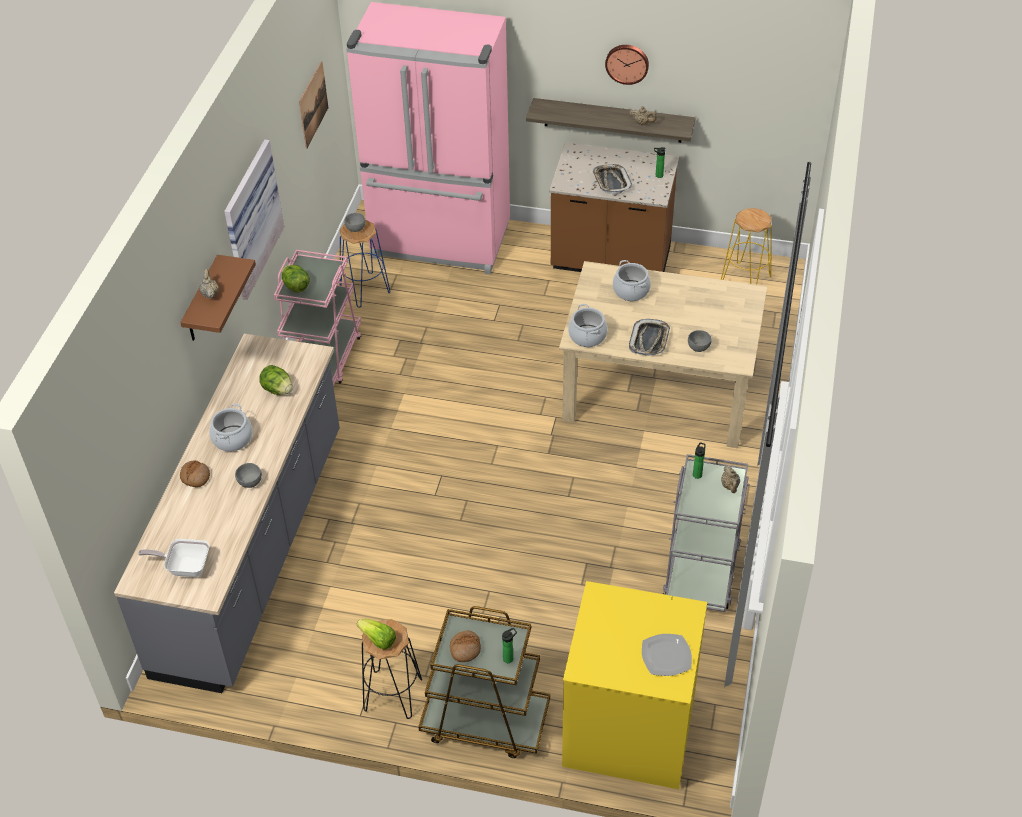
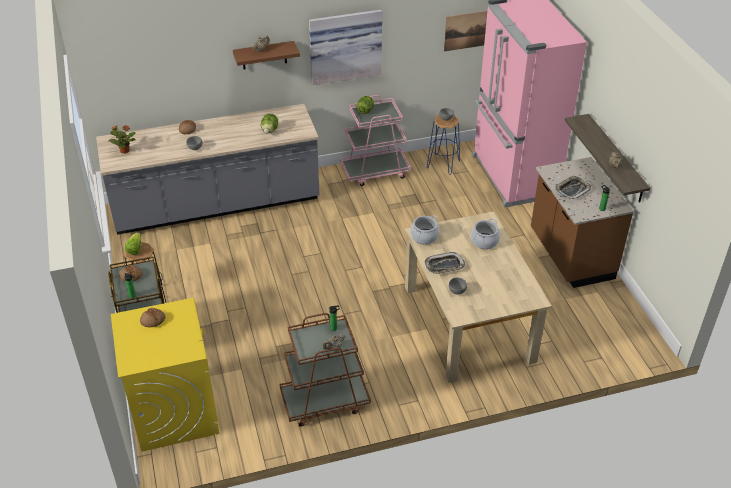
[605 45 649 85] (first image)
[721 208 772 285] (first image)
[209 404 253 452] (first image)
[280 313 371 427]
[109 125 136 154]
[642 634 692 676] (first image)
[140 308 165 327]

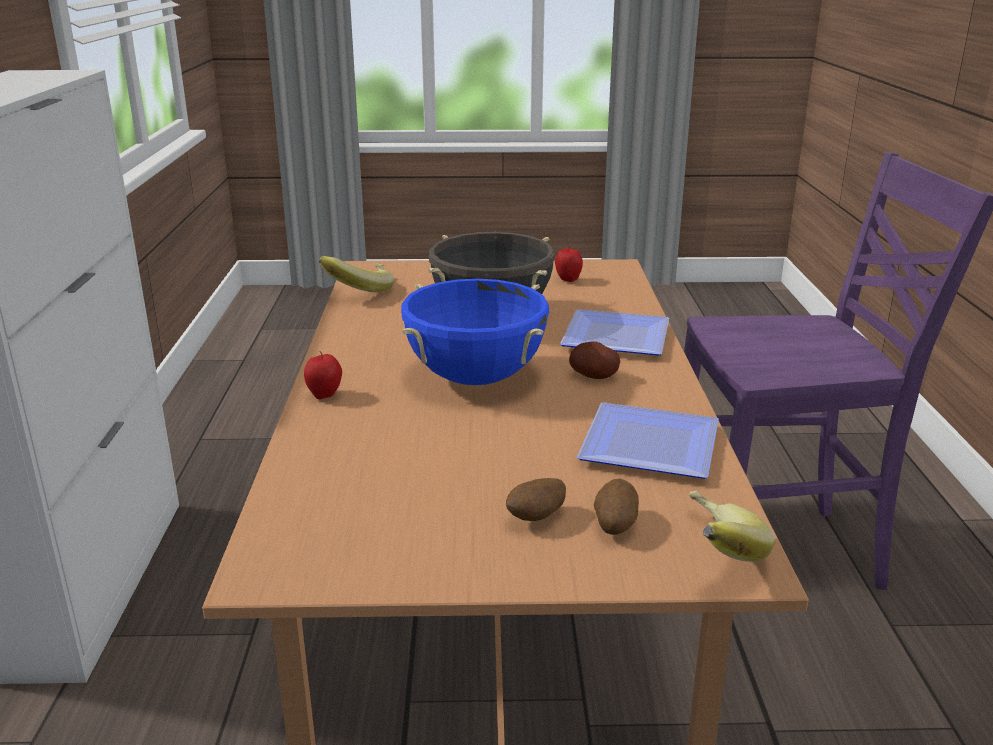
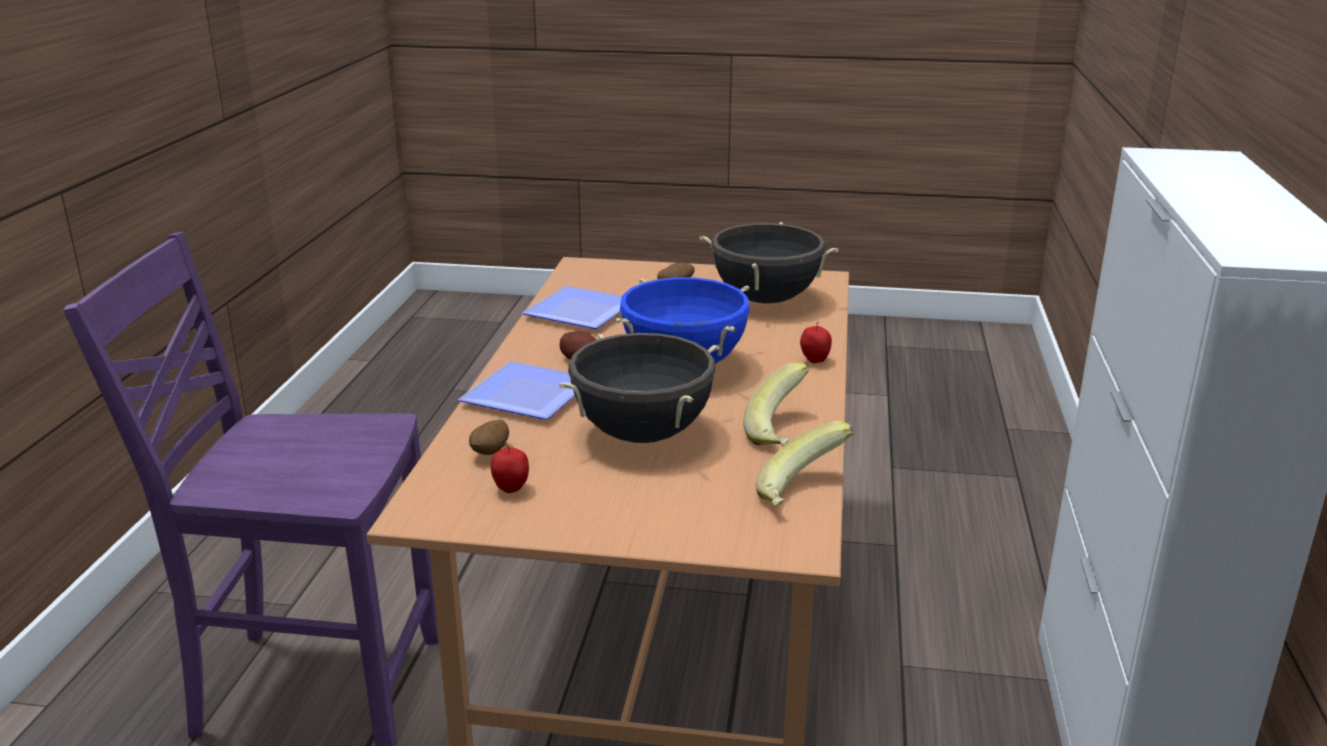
[469 420 509 455]
[743 362 809 446]
[700 222 839 304]

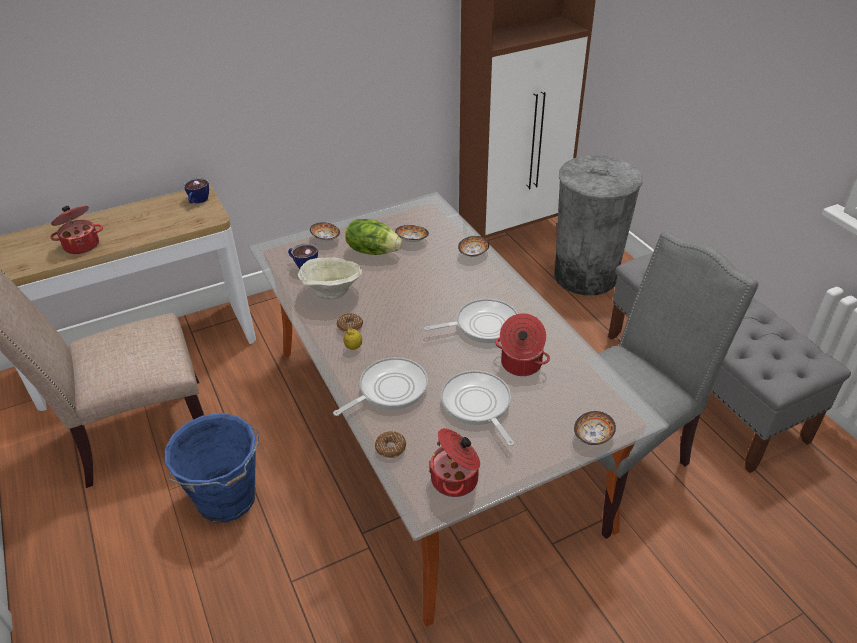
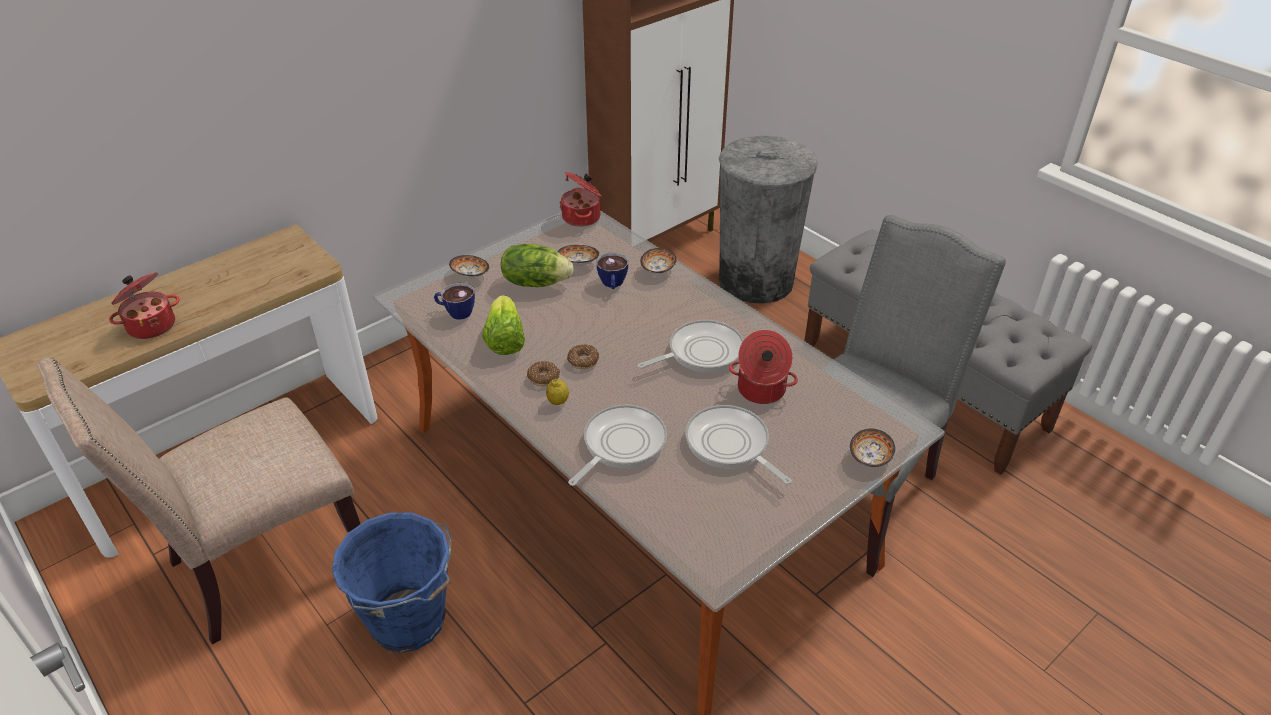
[596 253 628 289]
[482 295 525 355]
[559 172 601 227]
[567 344 599 369]

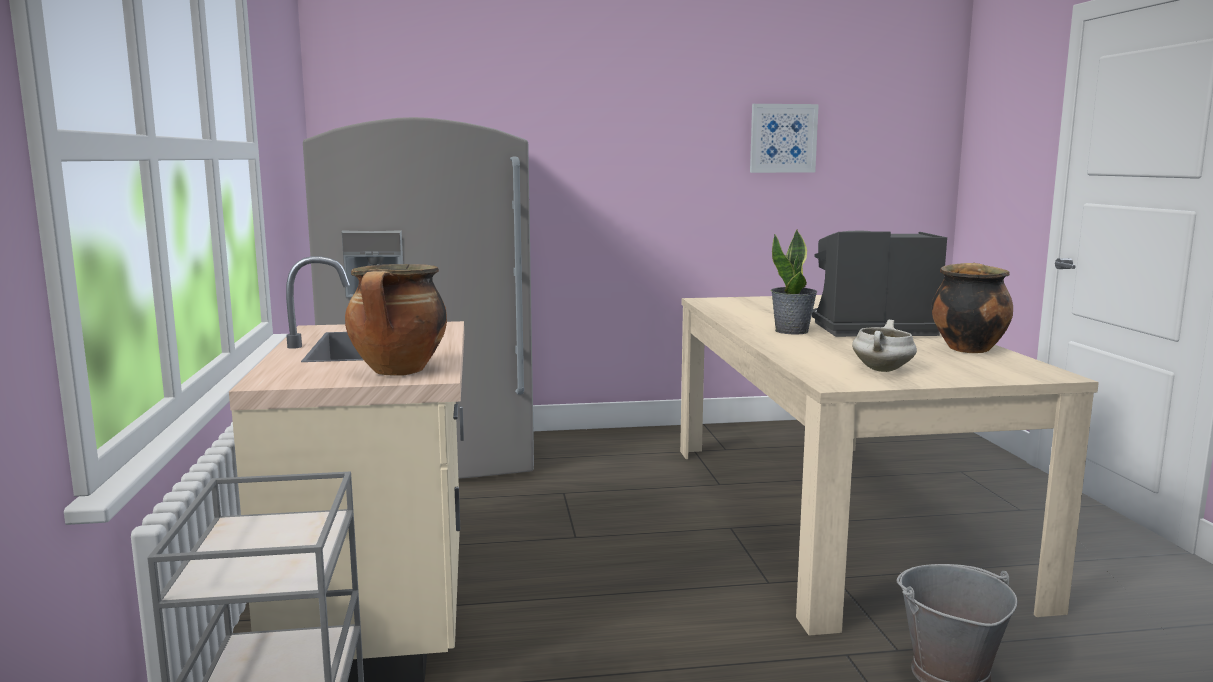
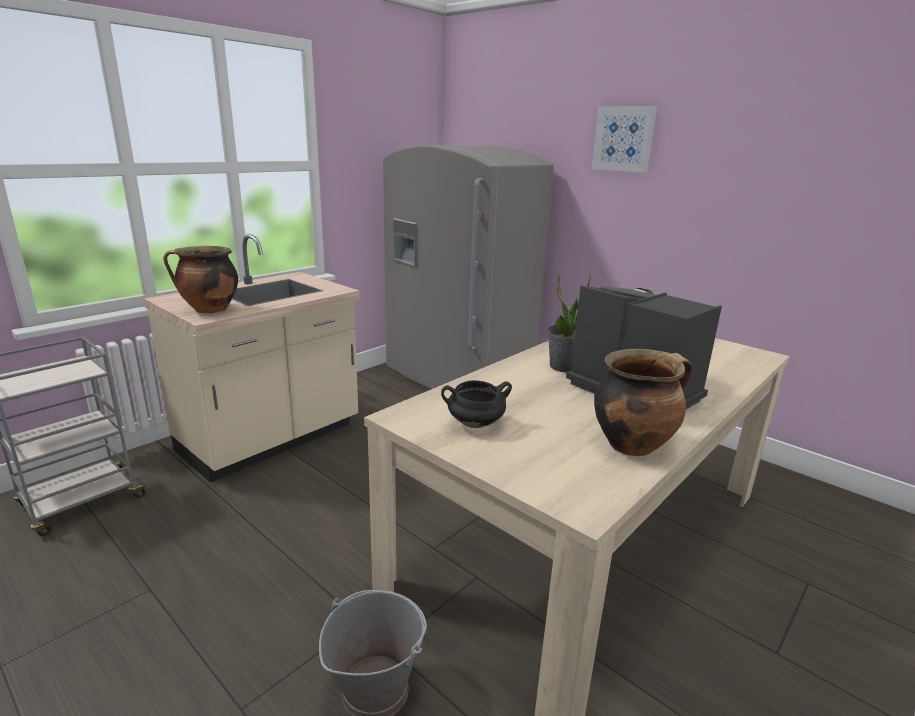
[591 106 657 173]
[441 380 512 428]

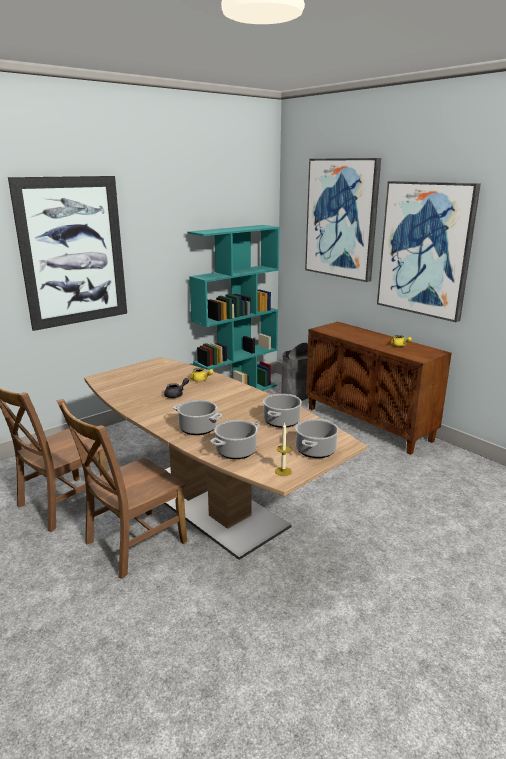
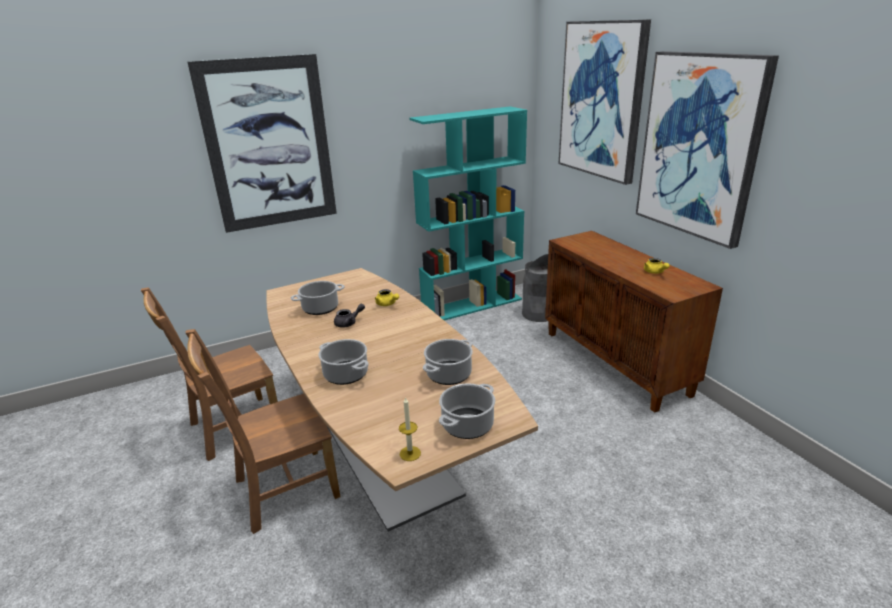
[291 281 345 315]

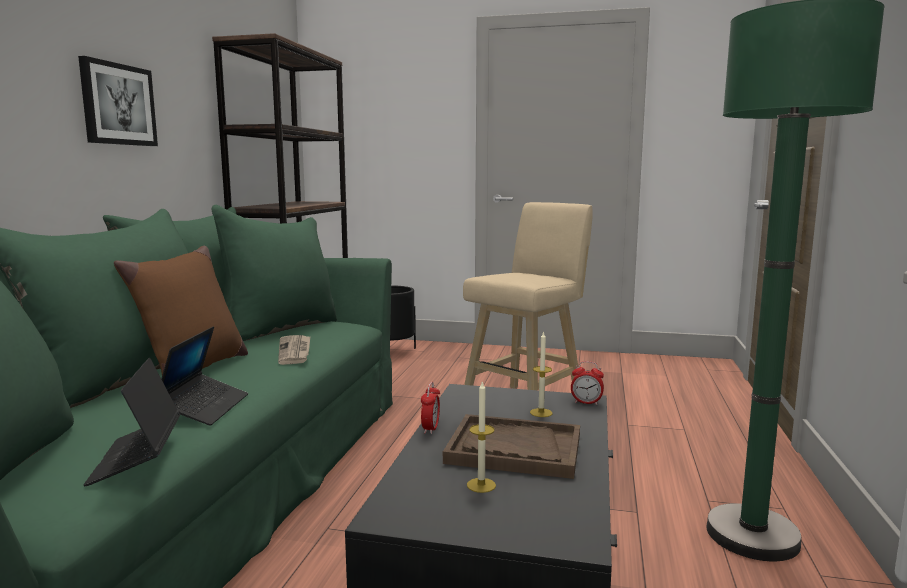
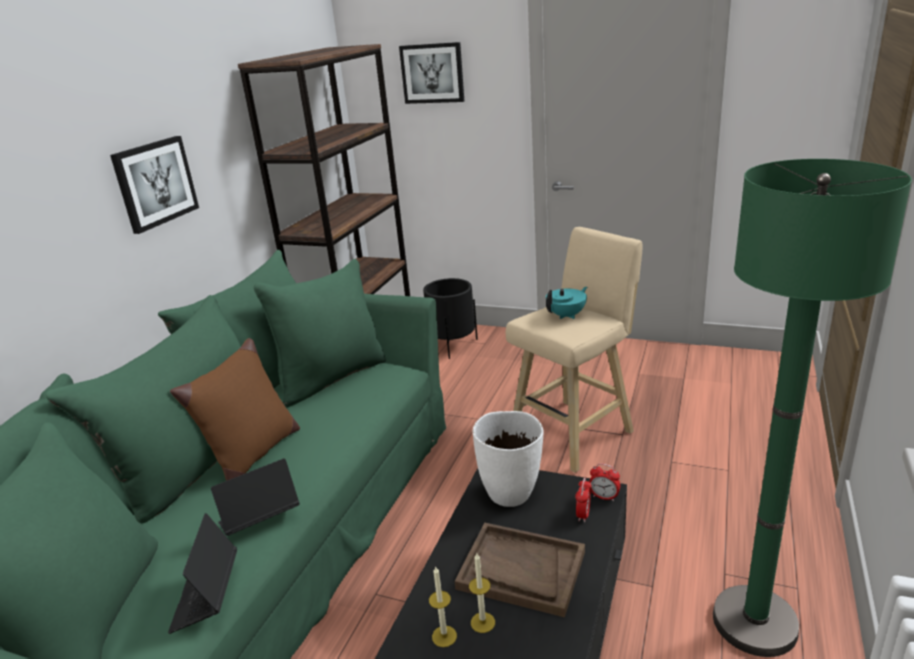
[211 459 300 536]
[429 566 457 647]
[278 335 310 365] (first image)
[575 478 592 522]
[399 42 464 104]
[546 287 587 319]
[473 411 544 507]

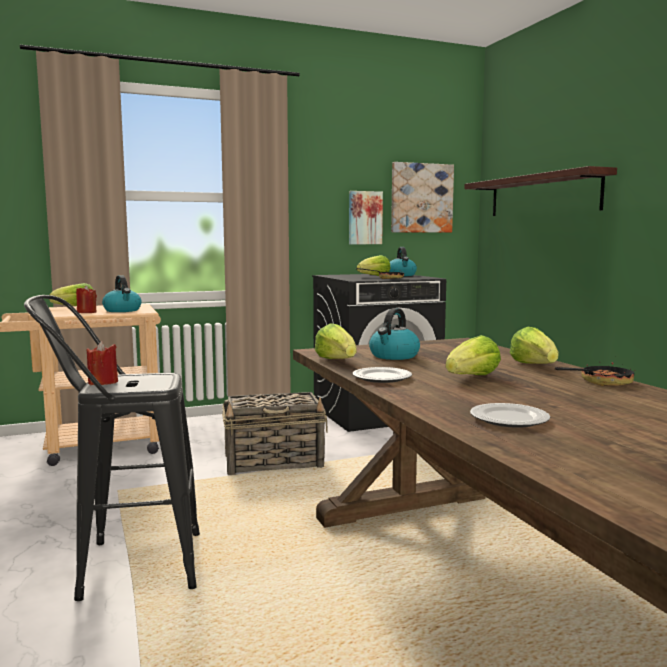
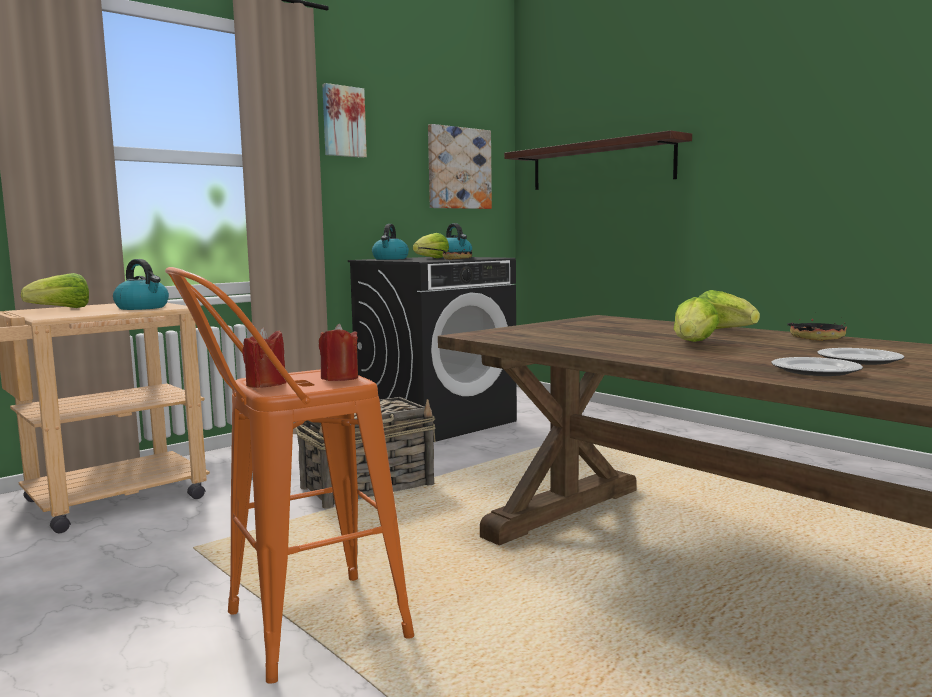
[322 83 367 158]
[319 324 358 381]
[165 267 414 684]
[372 224 409 260]
[314 323 357 359] (first image)
[817 348 904 365]

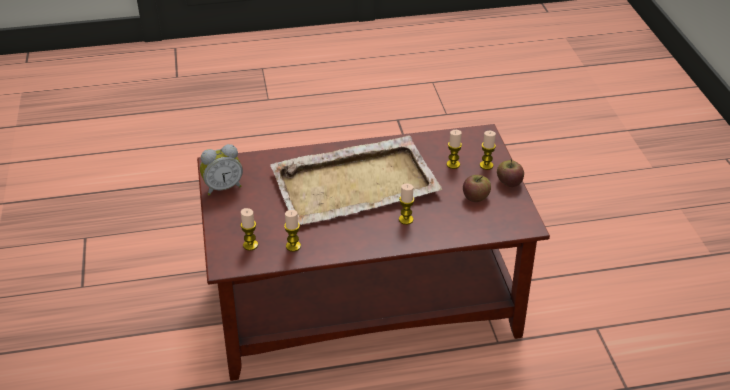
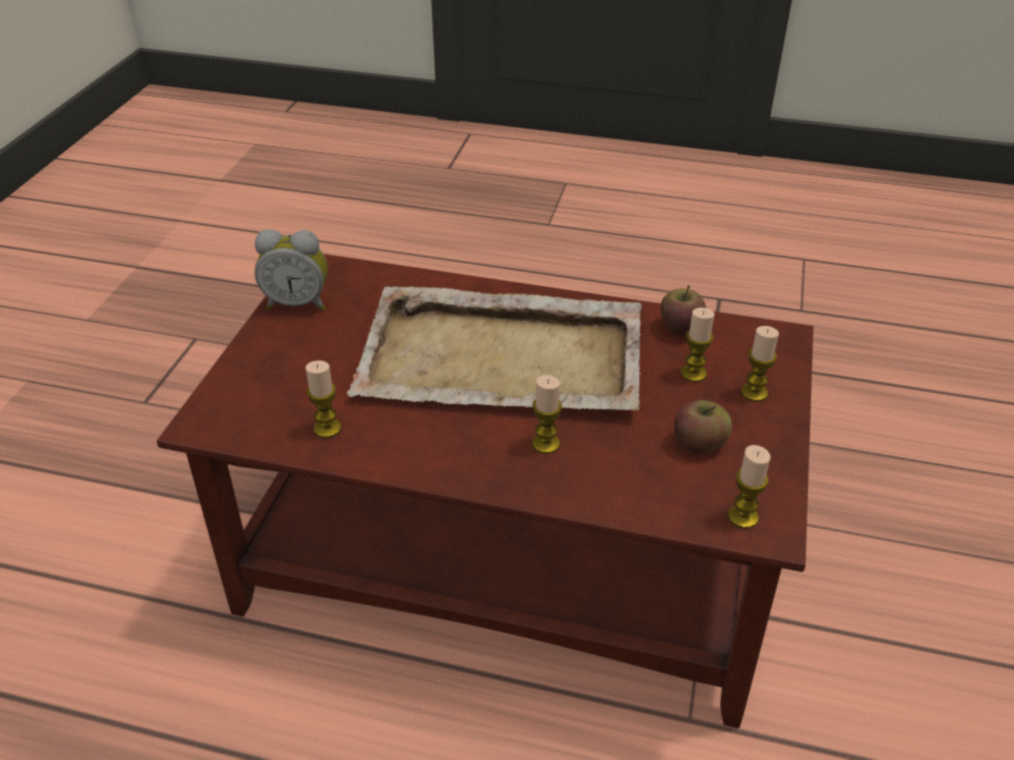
[660 285 706 336]
[728 445 771 529]

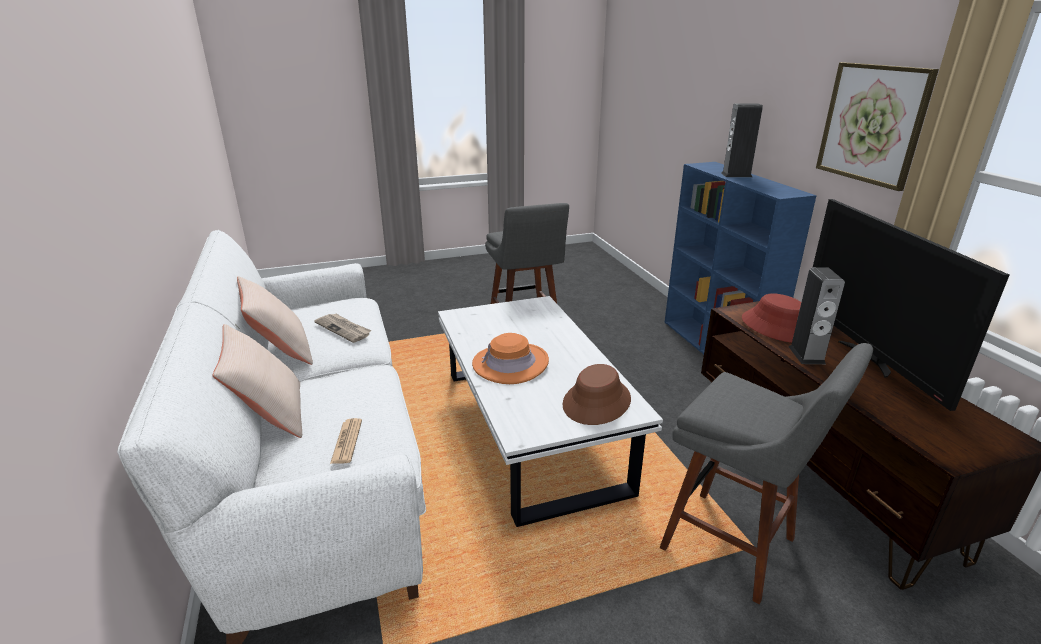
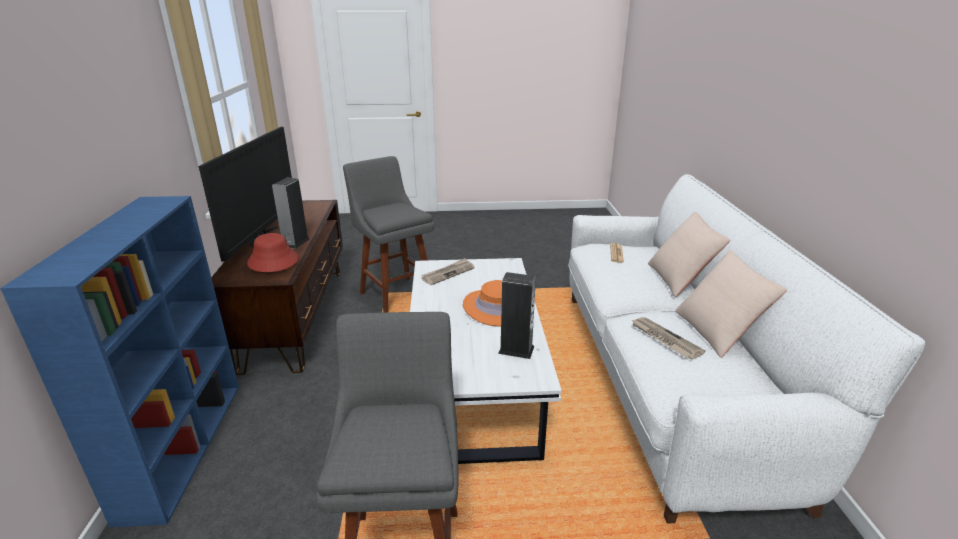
[816 62 939 191] (first image)
[498 272 536 359]
[421 258 475 285]

